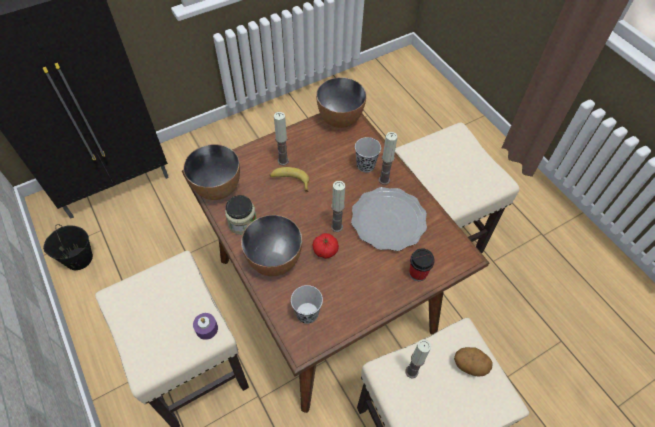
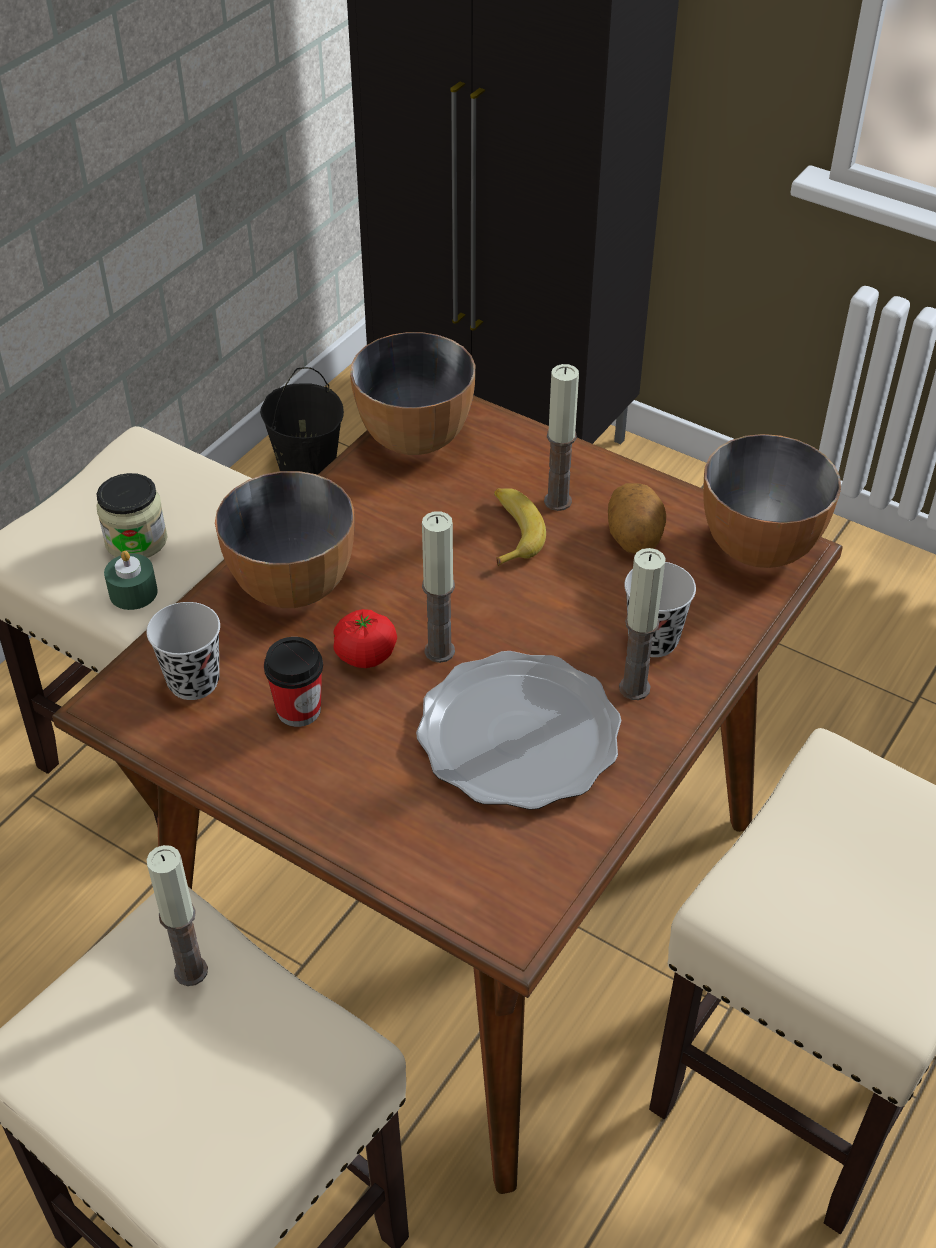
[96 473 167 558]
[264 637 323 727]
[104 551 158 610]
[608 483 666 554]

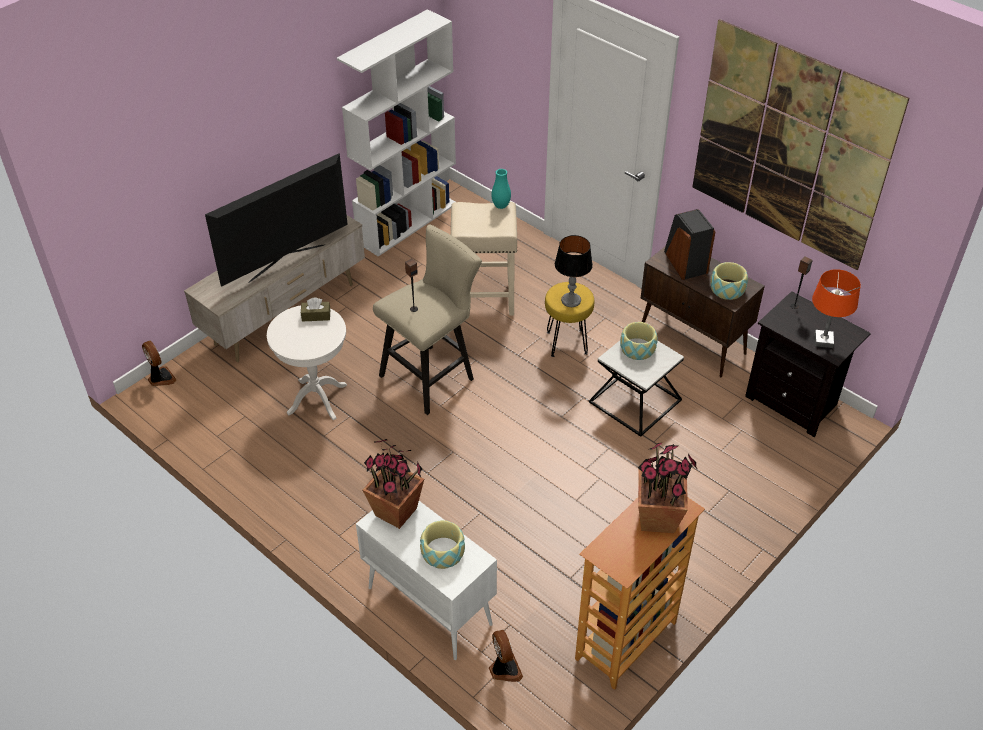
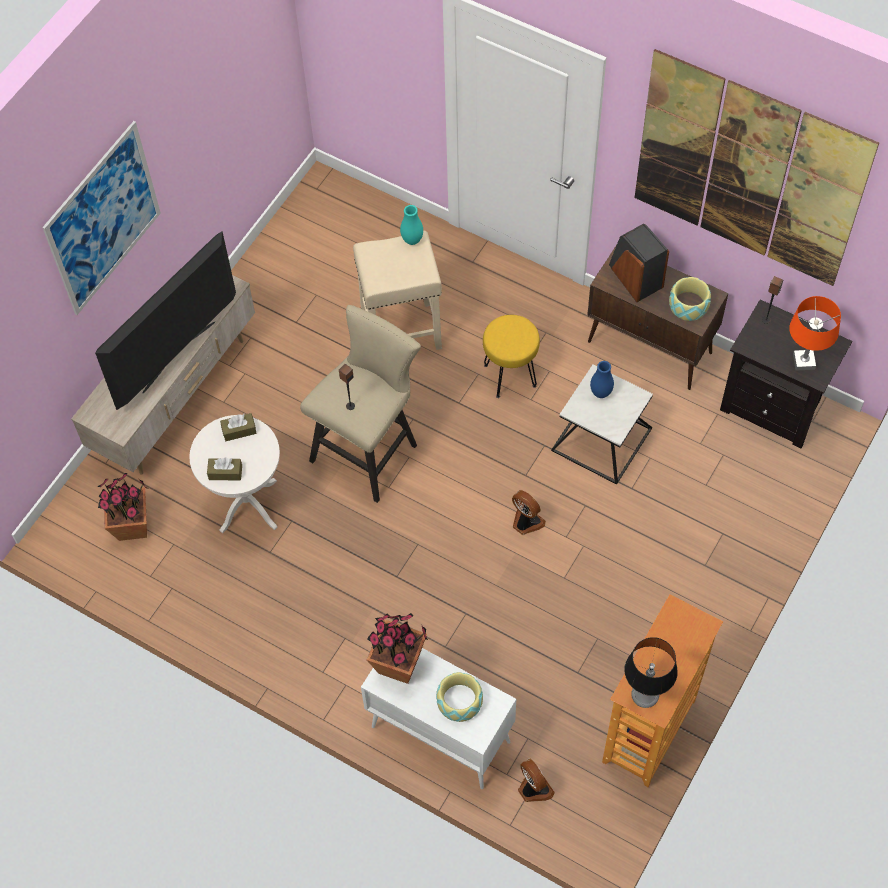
[337 9 456 257] (first image)
[624 637 678 708]
[590 361 614 398]
[512 490 546 535]
[97 473 148 541]
[42 121 161 315]
[207 458 242 481]

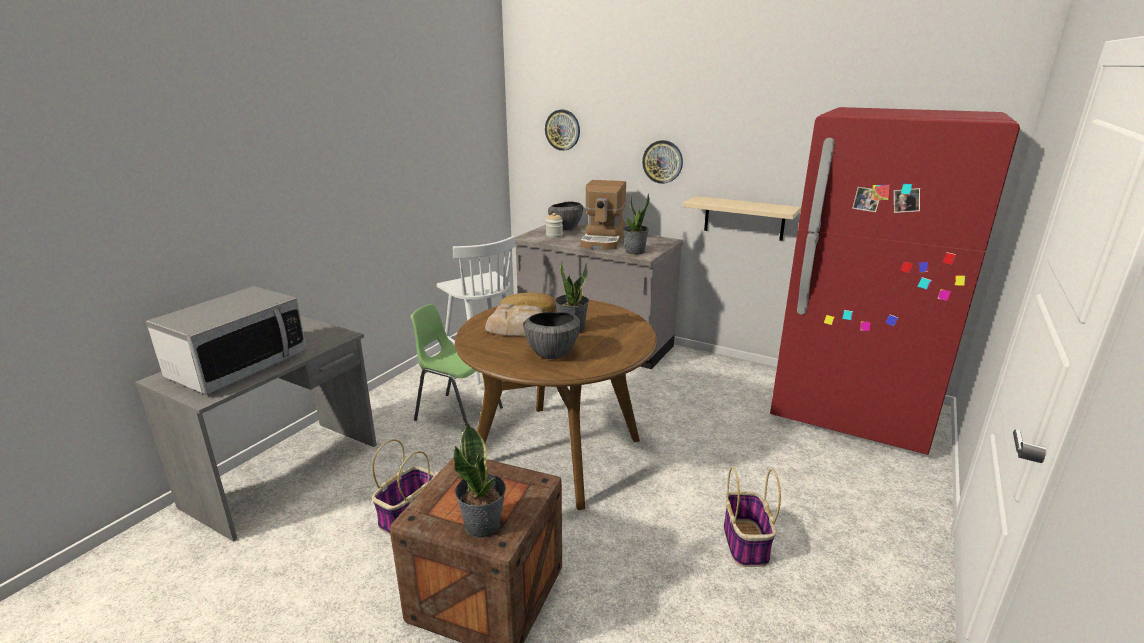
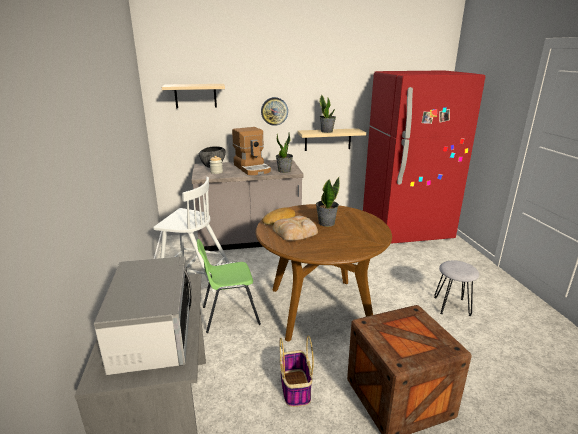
[162 84 225 108]
[523 312 581 359] (first image)
[320 94 336 133]
[434 260 479 316]

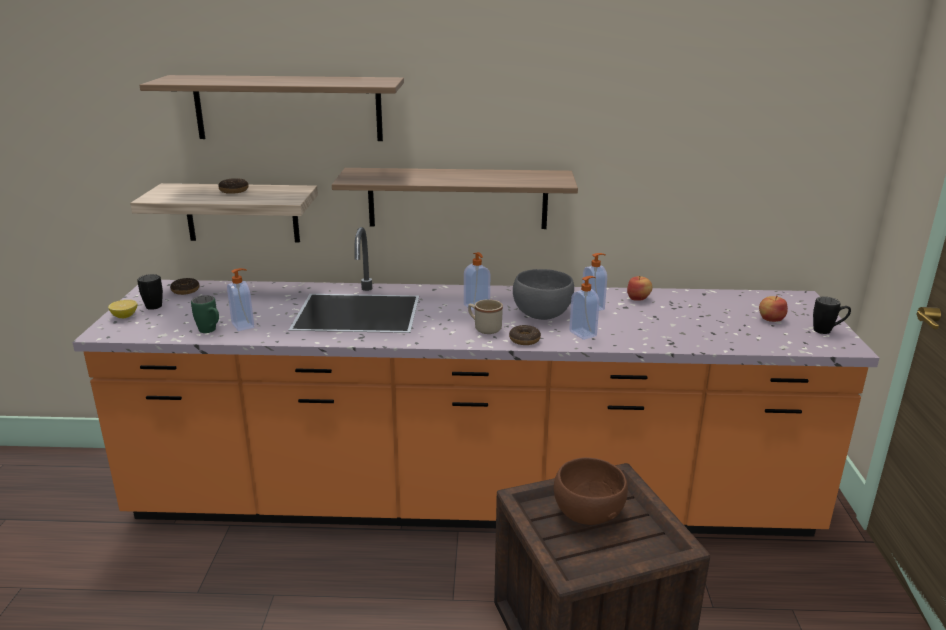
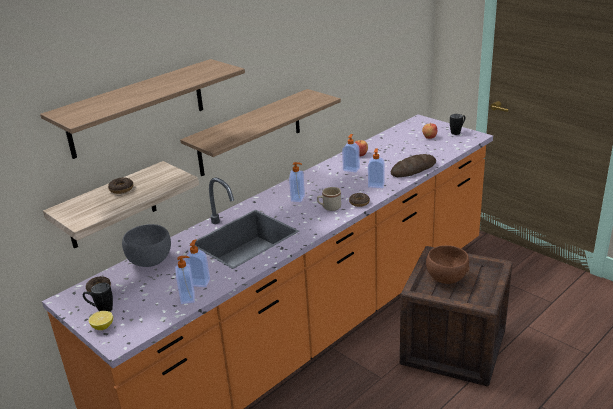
[122 224 171 267]
[176 256 195 304]
[391 154 436 177]

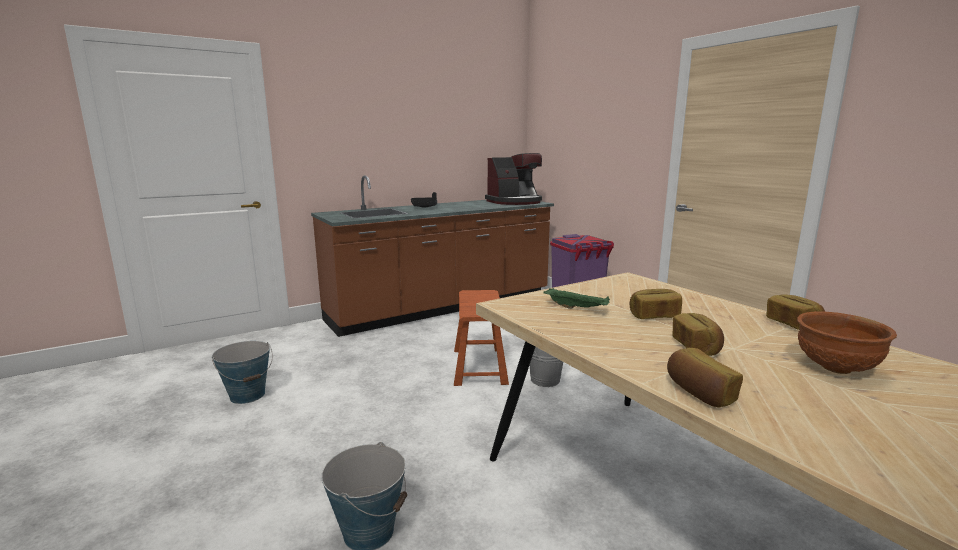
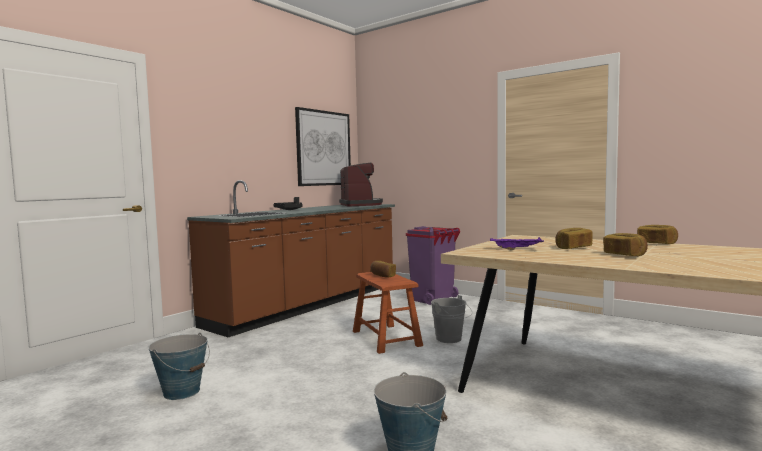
[339 163 383 206]
[490 237 544 250]
[797 311 897 374] (first image)
[371 261 396 278]
[295 107 351 186]

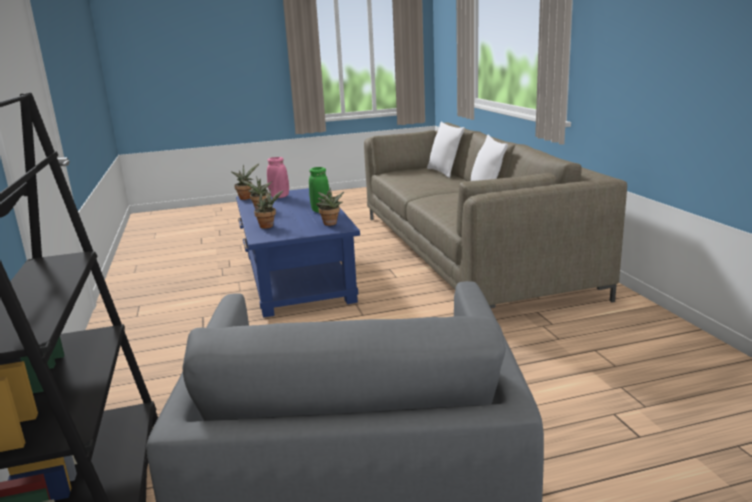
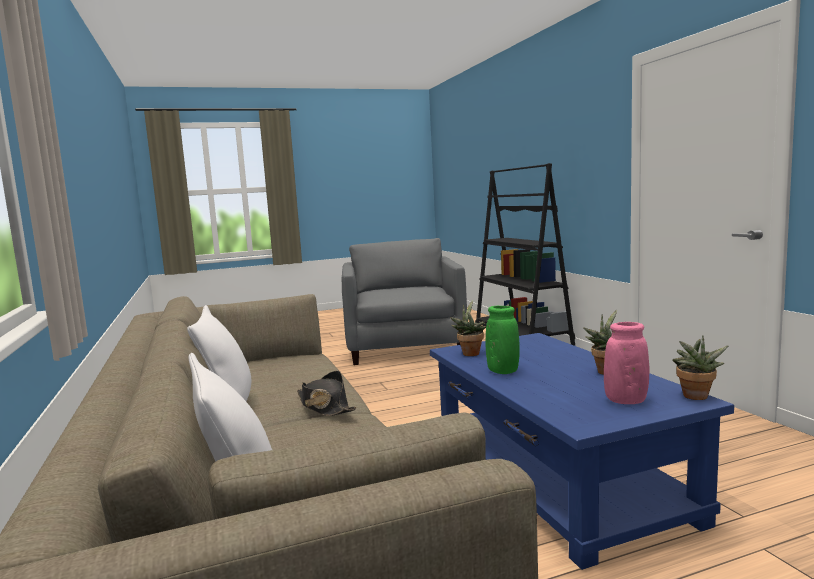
[254 189 283 229] (first image)
[297 371 357 416]

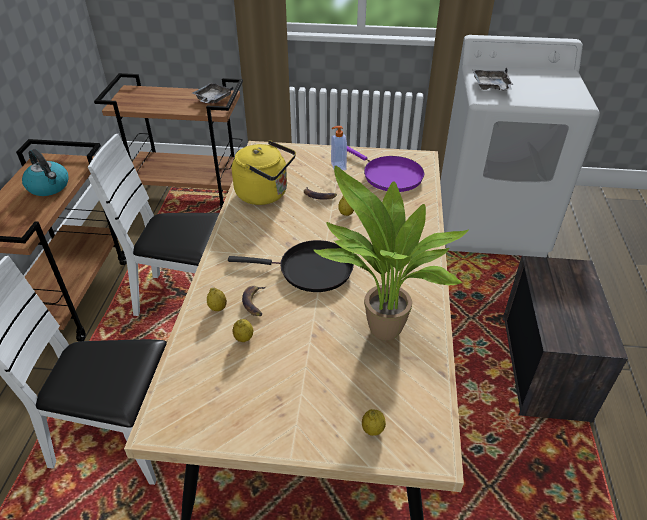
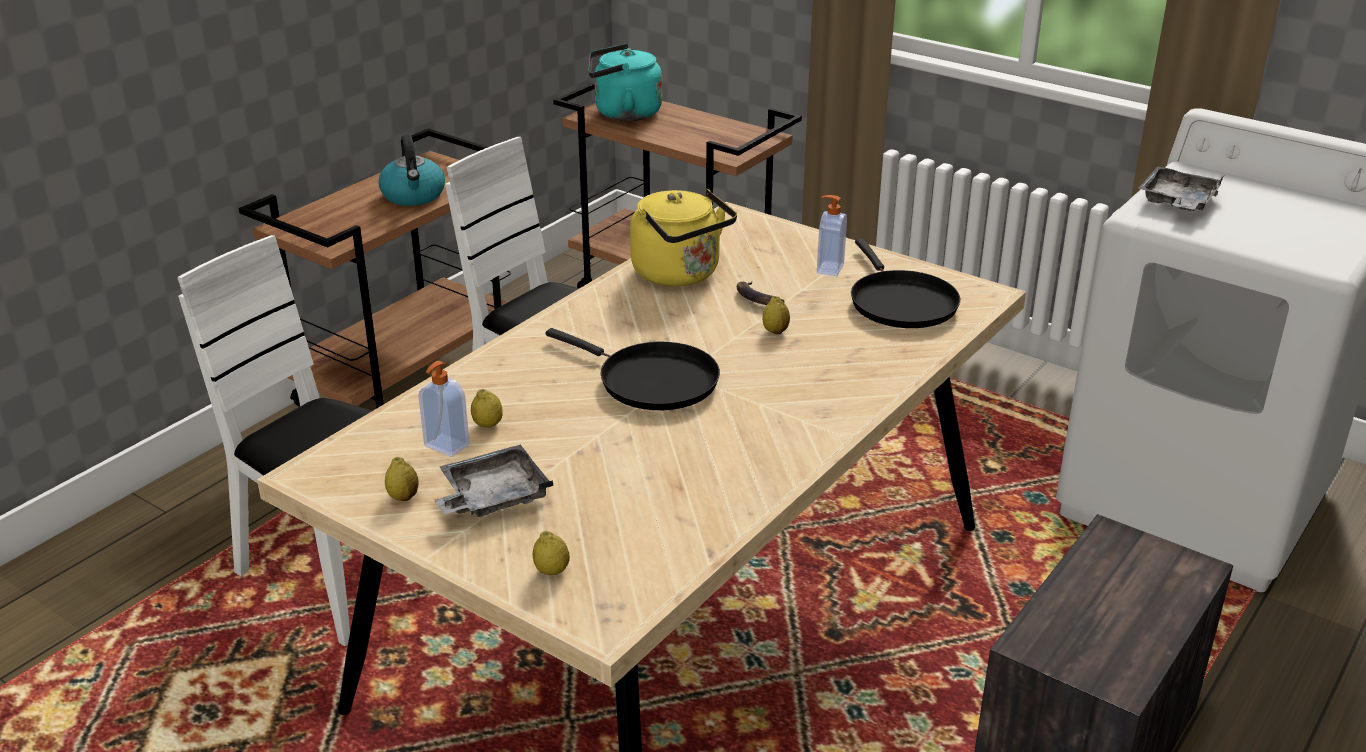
[434 445 554 517]
[851 238 960 328]
[313 166 469 340] (first image)
[242 286 266 316] (first image)
[385 457 419 501]
[588 44 662 121]
[418 361 470 457]

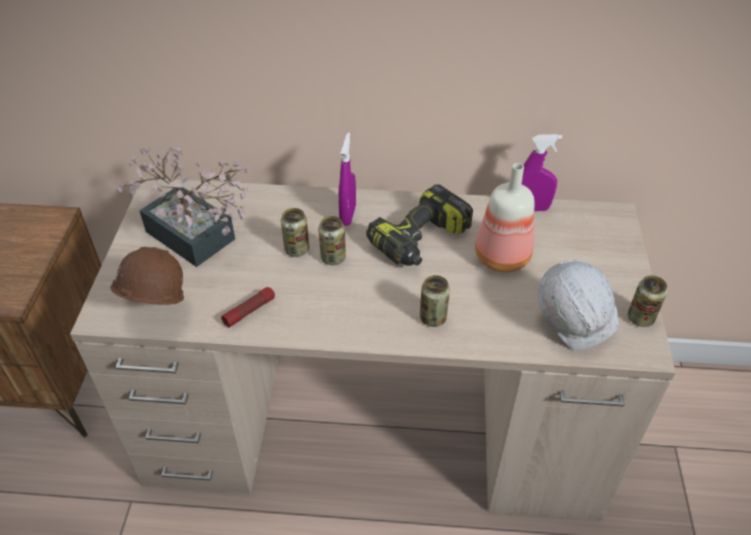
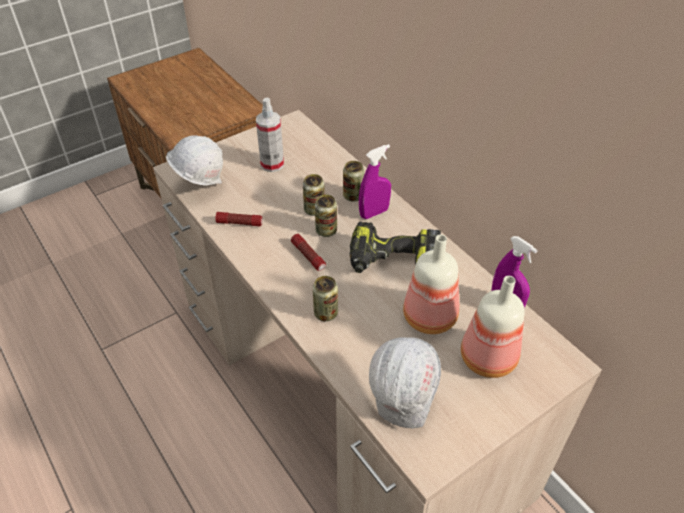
[256 97 284 172]
[166 135 223 186]
[343 161 364 202]
[291 234 326 271]
[461 276 525 378]

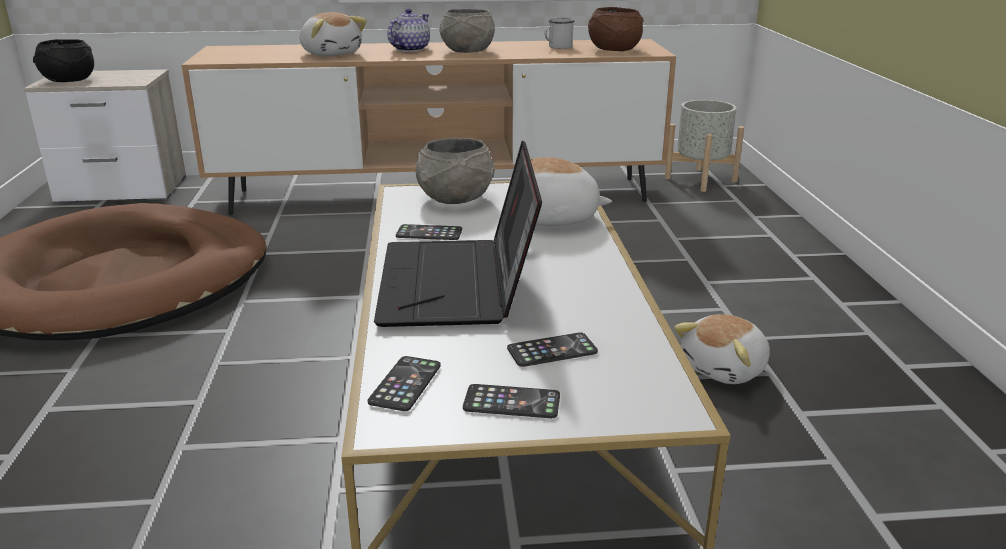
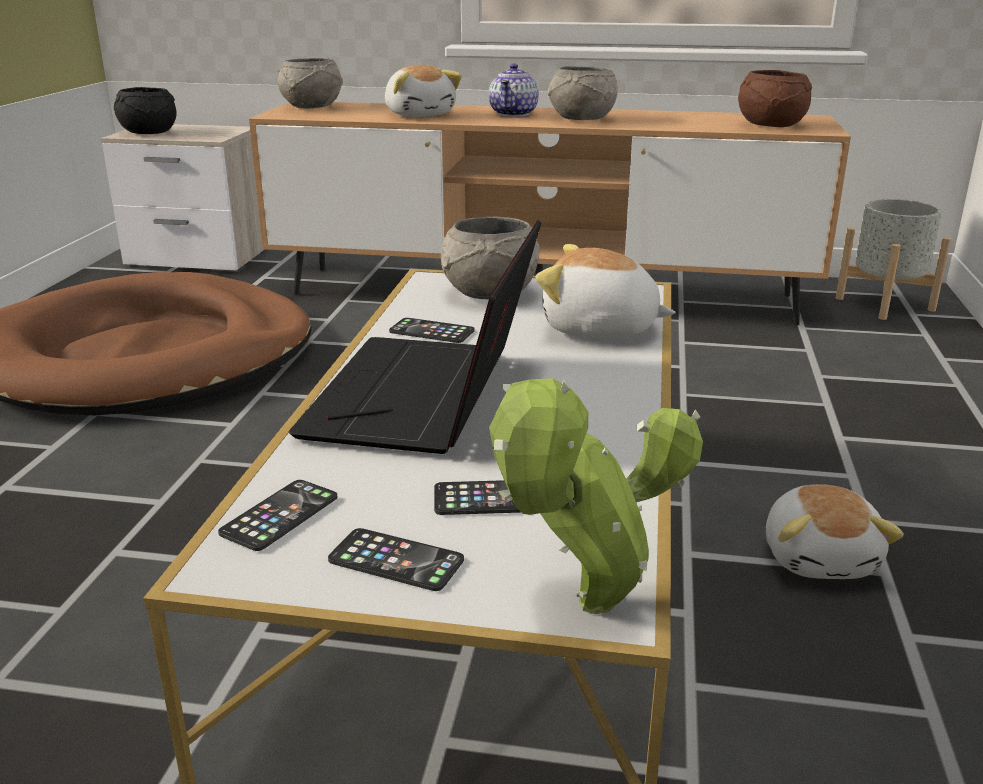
[489 63 539 117]
[544 18 574 49] (first image)
[766 484 904 579]
[278 58 343 109]
[489 378 703 614]

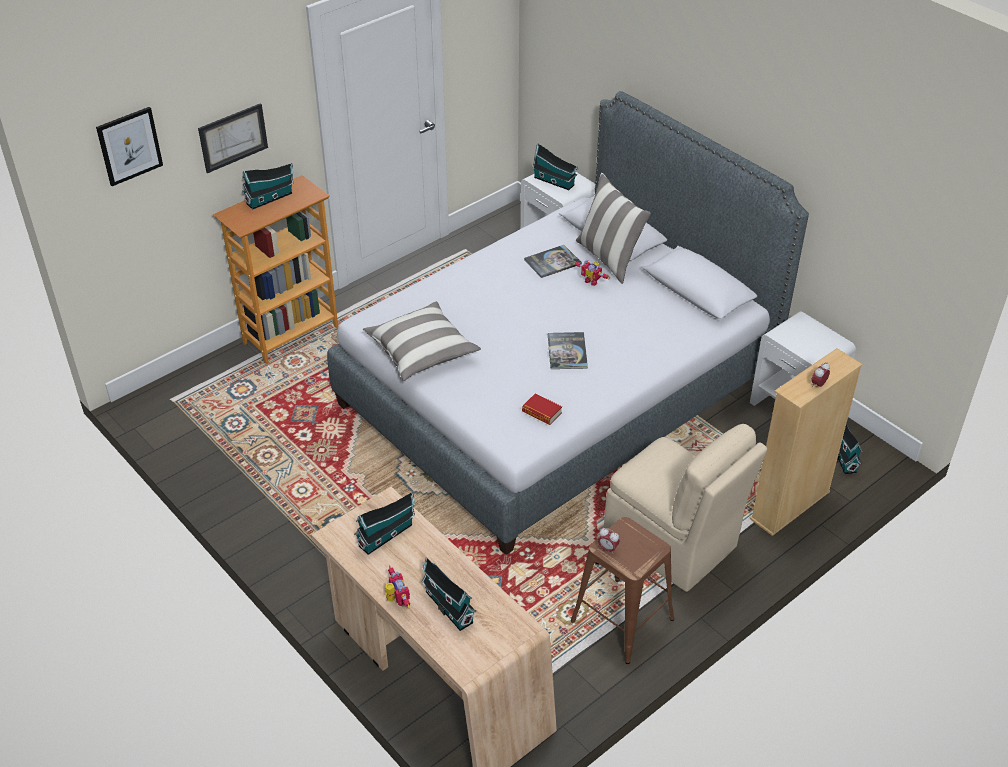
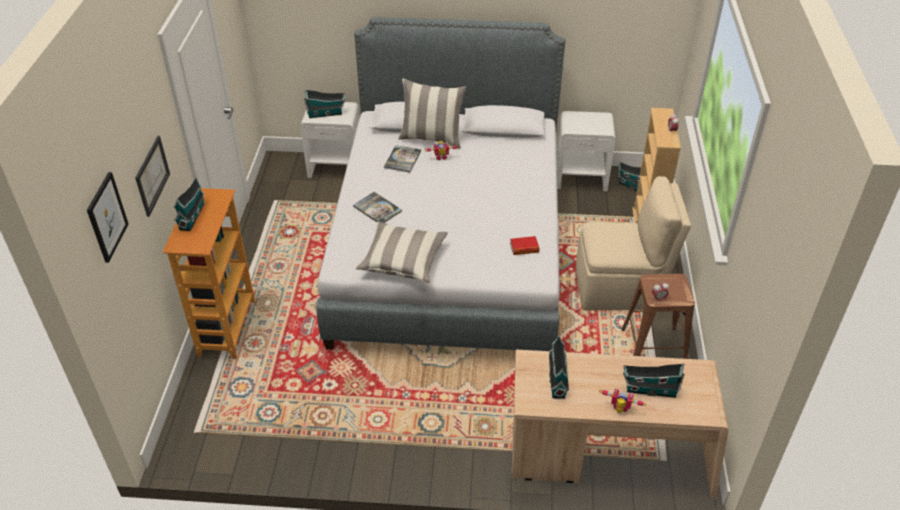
[353 192 402 223]

